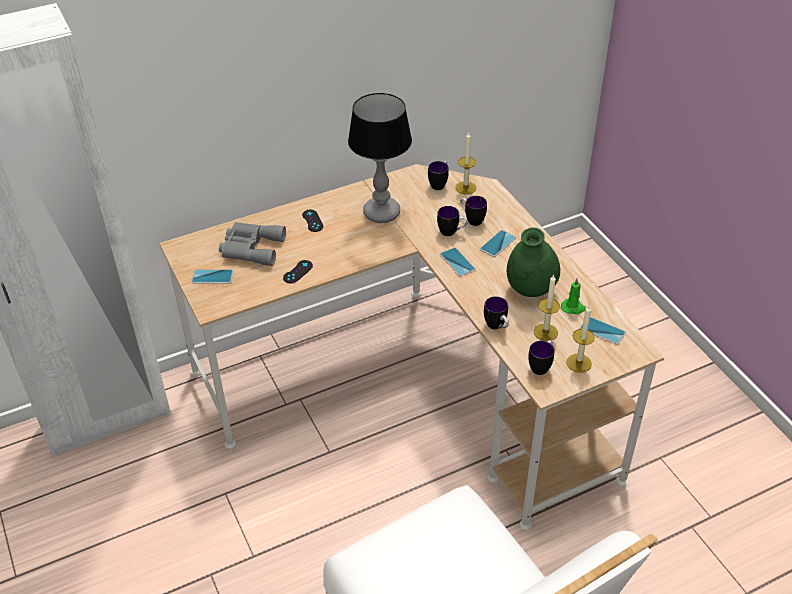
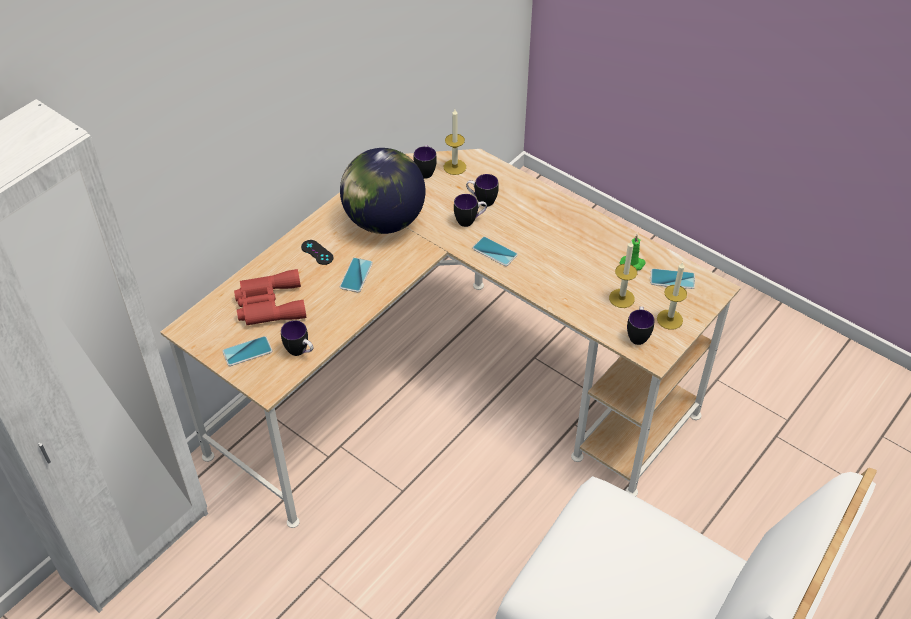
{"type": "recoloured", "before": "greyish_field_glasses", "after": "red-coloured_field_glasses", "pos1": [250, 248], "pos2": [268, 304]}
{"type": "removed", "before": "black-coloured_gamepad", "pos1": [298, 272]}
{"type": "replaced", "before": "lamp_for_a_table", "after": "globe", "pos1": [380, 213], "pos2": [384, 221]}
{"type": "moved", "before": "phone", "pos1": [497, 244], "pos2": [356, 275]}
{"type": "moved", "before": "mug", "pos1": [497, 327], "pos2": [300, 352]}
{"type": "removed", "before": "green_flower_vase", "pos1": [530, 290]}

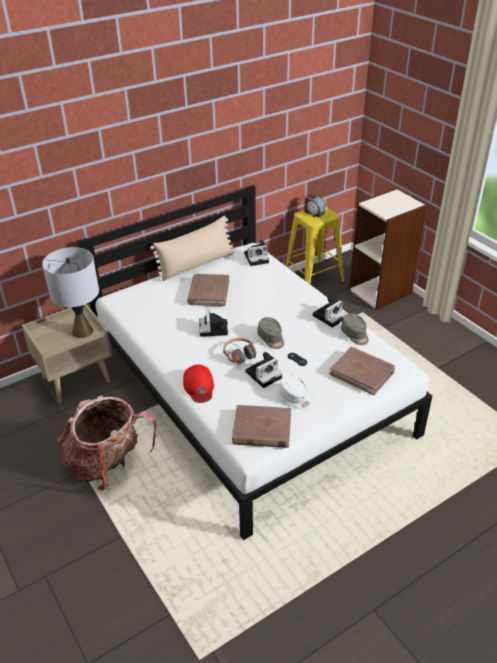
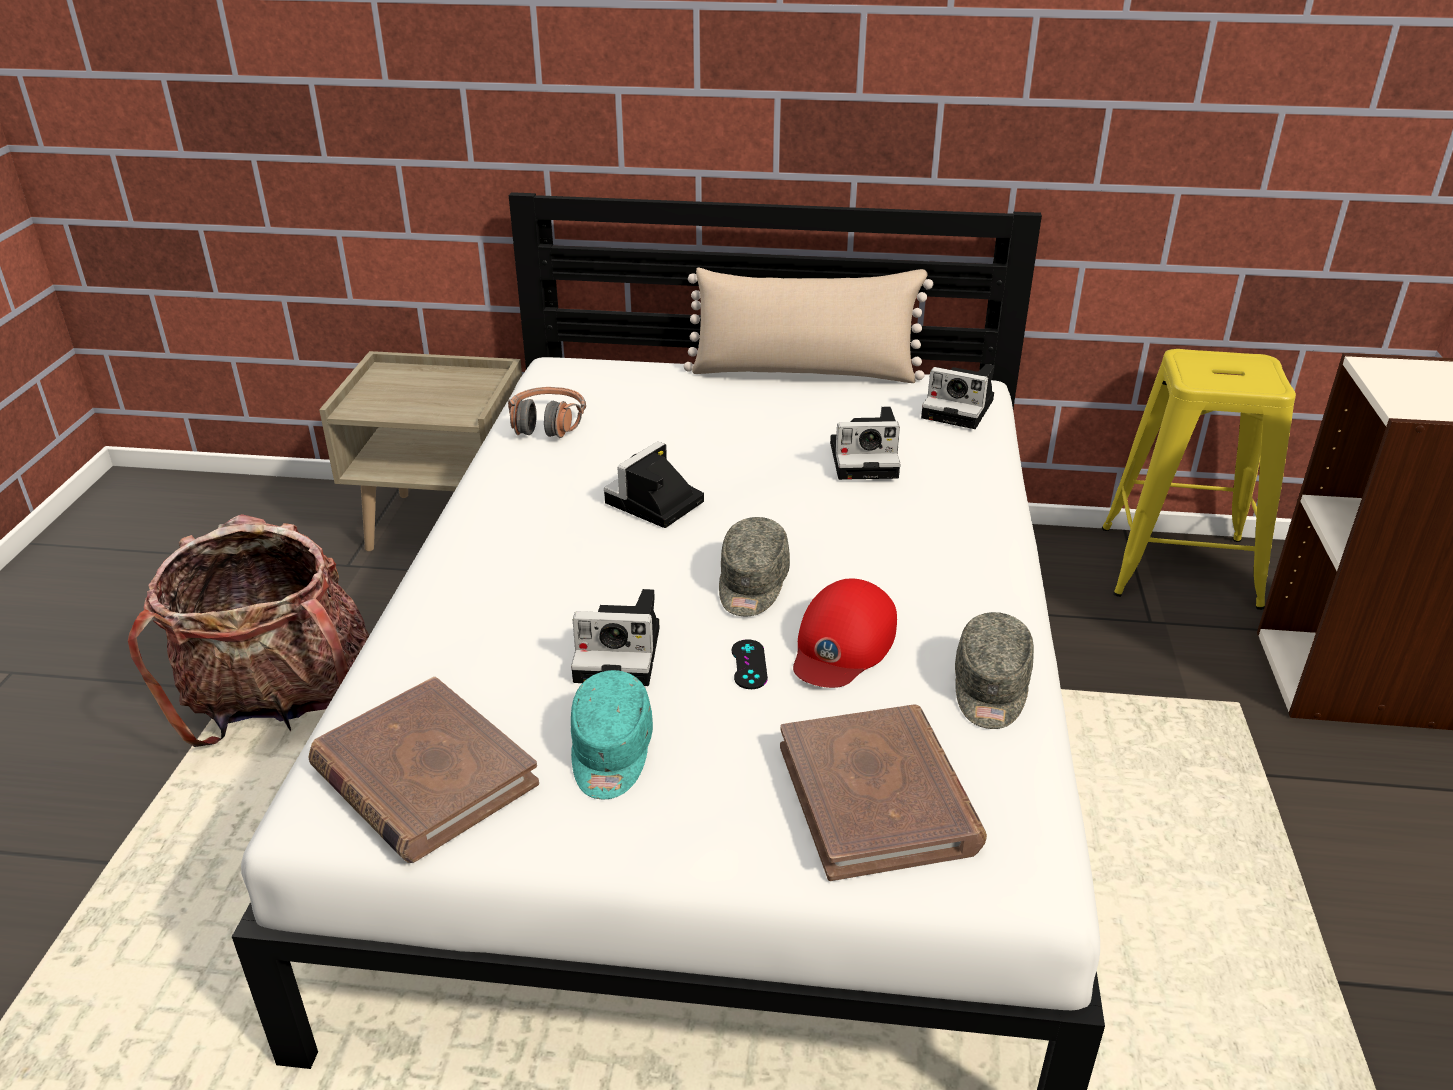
{"type": "removed", "before": "greyish_lamp_for_a_table", "pos1": [82, 331]}
{"type": "moved", "before": "red-coloured_cap", "pos1": [199, 386], "pos2": [842, 644]}
{"type": "removed", "before": "brownish_book", "pos1": [208, 292]}
{"type": "moved", "before": "headset", "pos1": [239, 355], "pos2": [547, 424]}
{"type": "recoloured", "before": "white_cap", "after": "turquoise-coloured_cap", "pos1": [295, 398], "pos2": [610, 753]}
{"type": "removed", "before": "alarm_clock", "pos1": [313, 212]}
{"type": "moved", "before": "still_camera", "pos1": [330, 316], "pos2": [867, 459]}

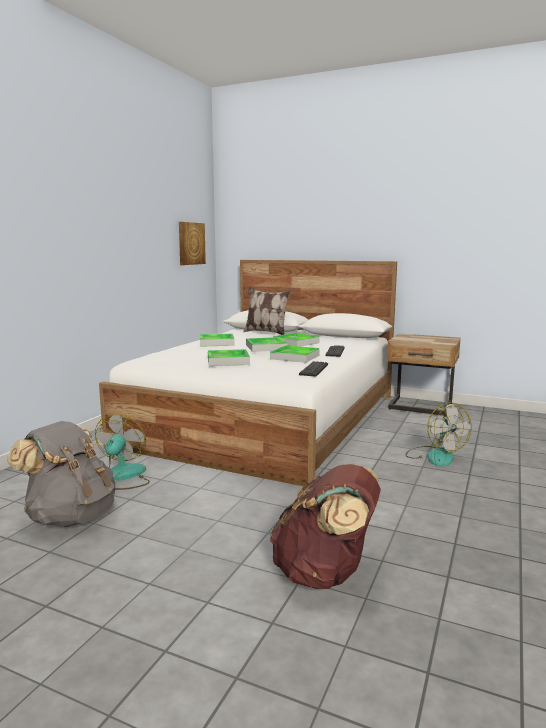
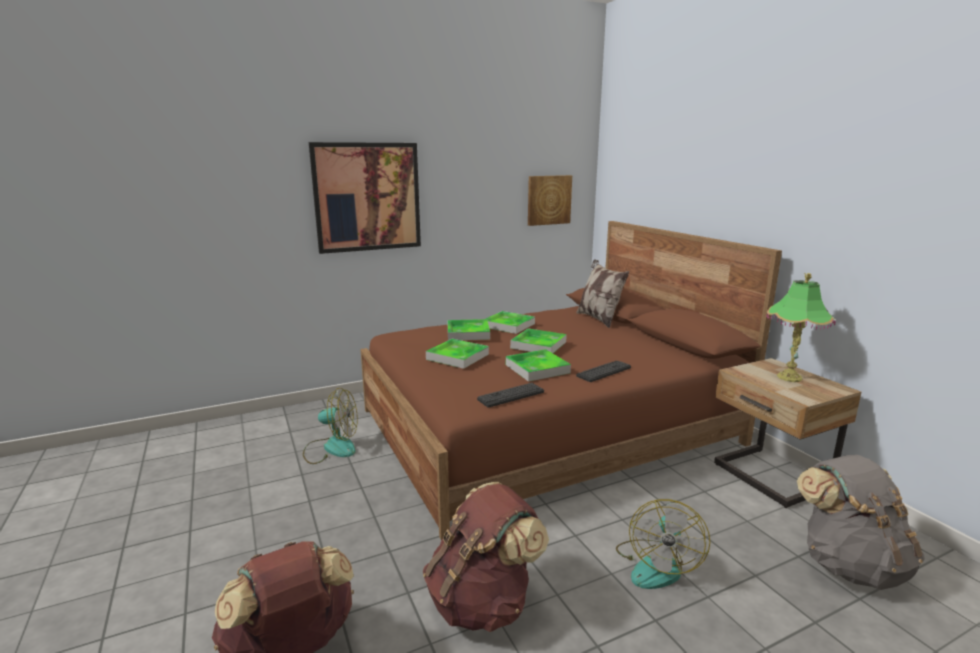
{"type": "moved", "before": "greyish_backpack", "pos1": [71, 516], "pos2": [849, 564]}
{"type": "turned", "before": "fan", "pos1": [122, 477], "pos2": [331, 448], "turn": 45}
{"type": "recoloured", "before": "white_bed", "after": "brownish_bed", "pos1": [269, 419], "pos2": [547, 427]}
{"type": "moved", "before": "tray", "pos1": [296, 342], "pos2": [468, 333]}
{"type": "added", "after": "wall_art", "pos2": [367, 197]}
{"type": "added", "after": "brownish_backpack", "pos2": [483, 602]}
{"type": "added", "after": "lamp_for_a_table", "pos2": [789, 377]}

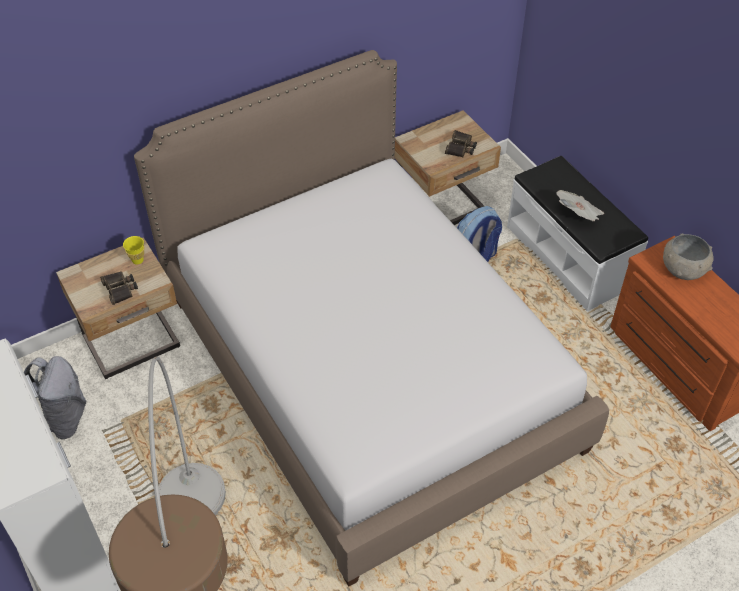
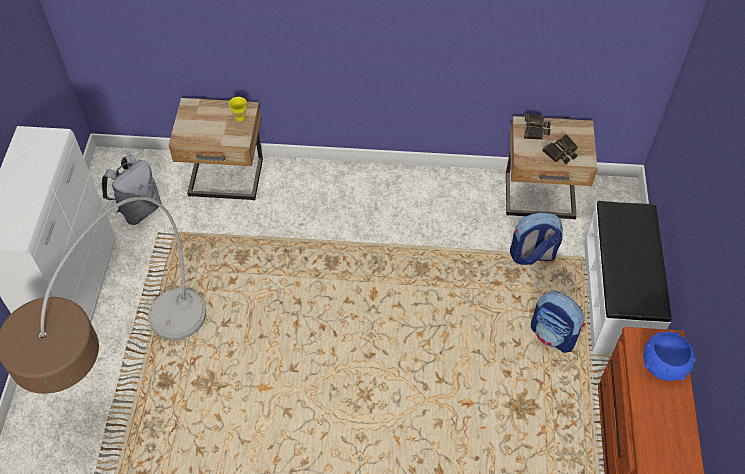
{"type": "moved", "before": "field_glasses", "pos1": [120, 289], "pos2": [536, 129]}
{"type": "removed", "before": "bed", "pos1": [369, 372]}
{"type": "removed", "before": "daily_paper", "pos1": [578, 215]}
{"type": "recoloured", "before": "greyish_deep_dish", "after": "blue-coloured_deep_dish", "pos1": [683, 269], "pos2": [663, 365]}
{"type": "added", "after": "backpack", "pos2": [553, 335]}

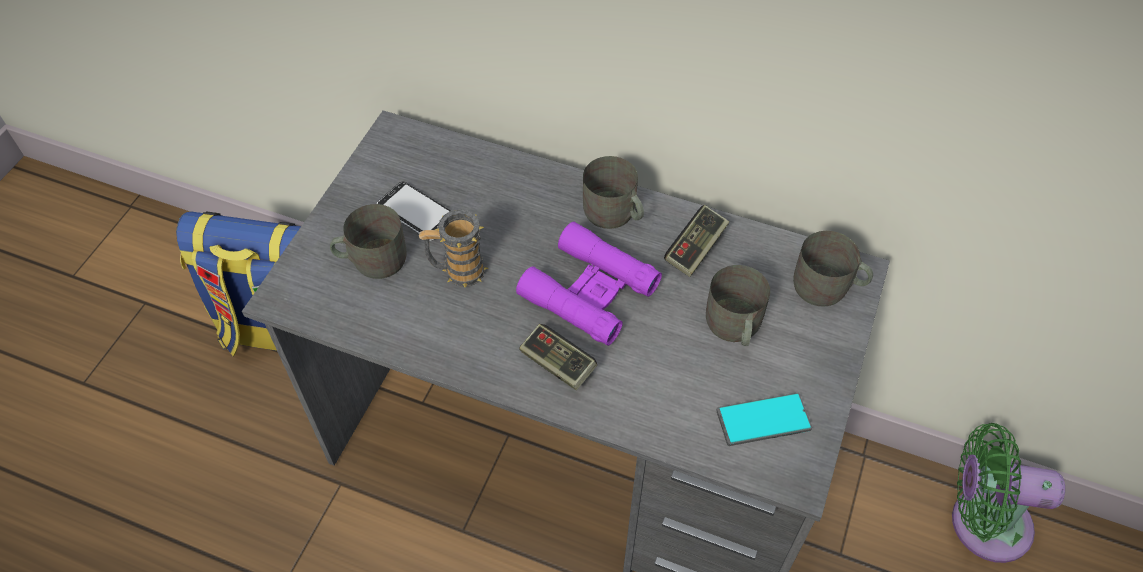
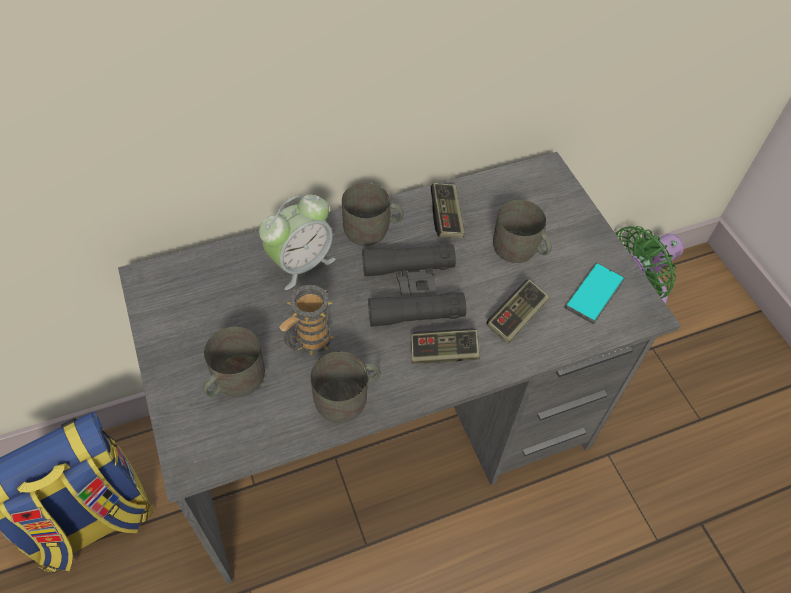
{"type": "removed", "before": "phone", "pos1": [416, 213]}
{"type": "recoloured", "before": "purplish_field_glasses", "after": "black-coloured_field_glasses", "pos1": [589, 291], "pos2": [412, 291]}
{"type": "moved", "before": "greyish_mug", "pos1": [828, 288], "pos2": [348, 398]}
{"type": "added", "after": "alarm_clock", "pos2": [301, 264]}
{"type": "added", "after": "gamepad", "pos2": [516, 317]}

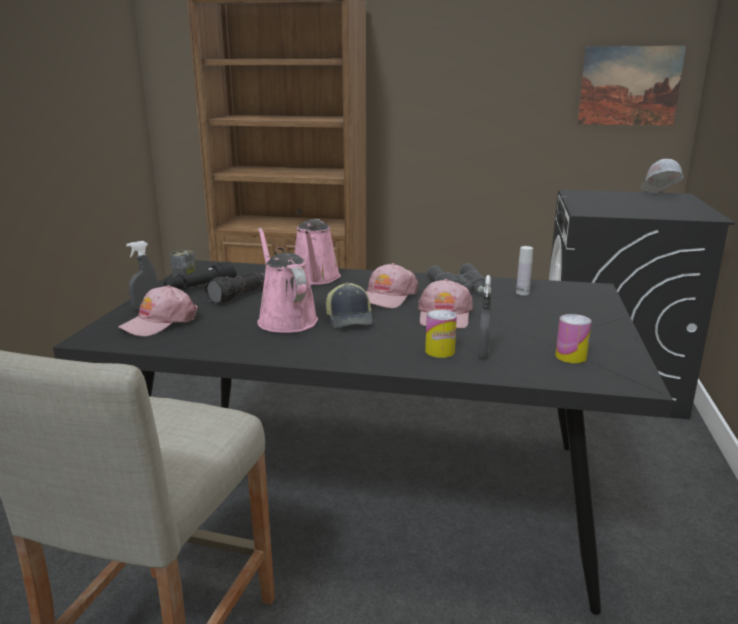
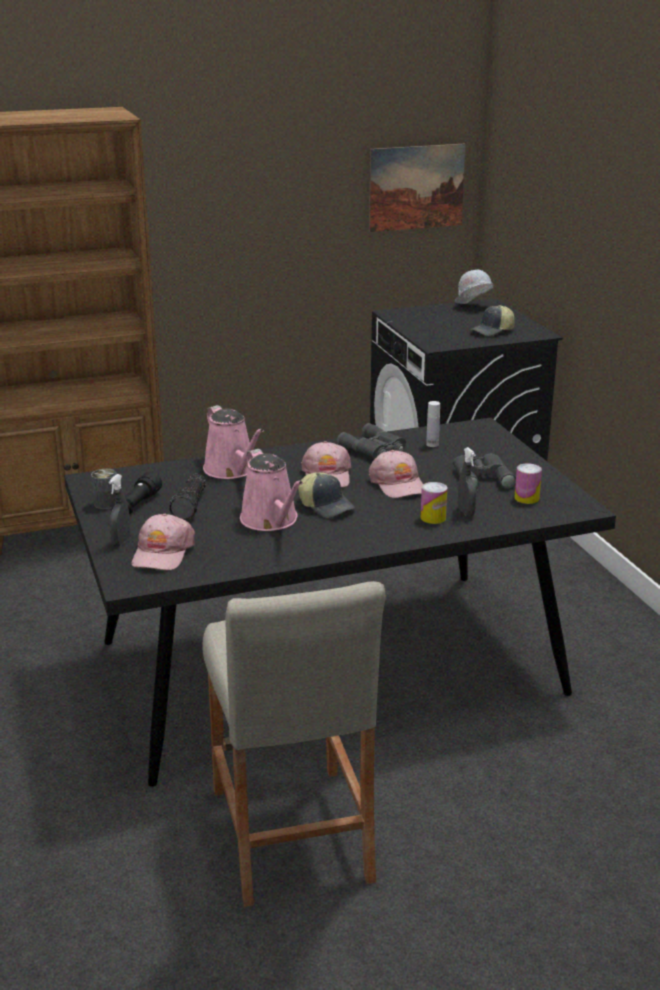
{"type": "turned", "before": "pink_watering_pot", "pos1": [285, 319], "pos2": [271, 520], "turn": -150}
{"type": "added", "after": "greyish_field_glasses", "pos2": [481, 477]}
{"type": "added", "after": "cap", "pos2": [492, 331]}

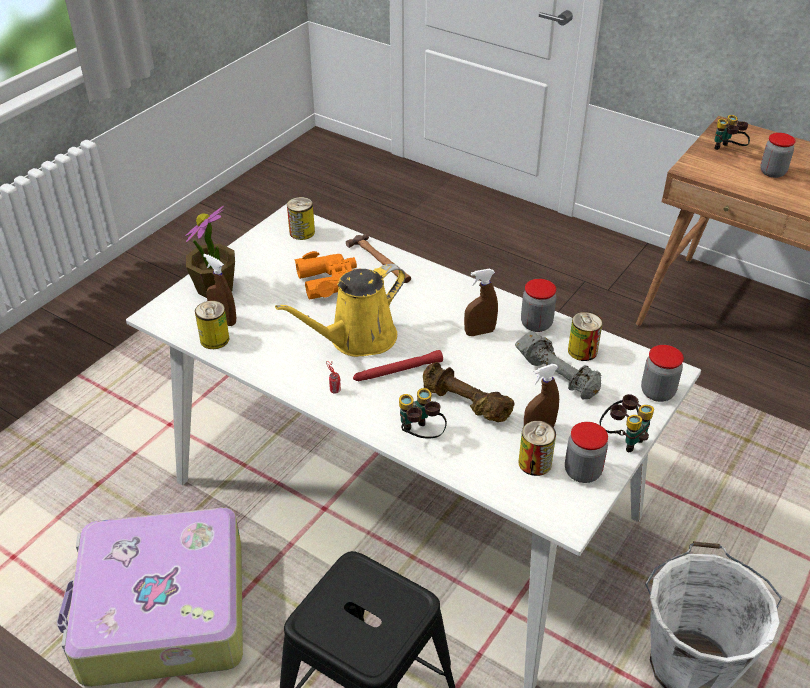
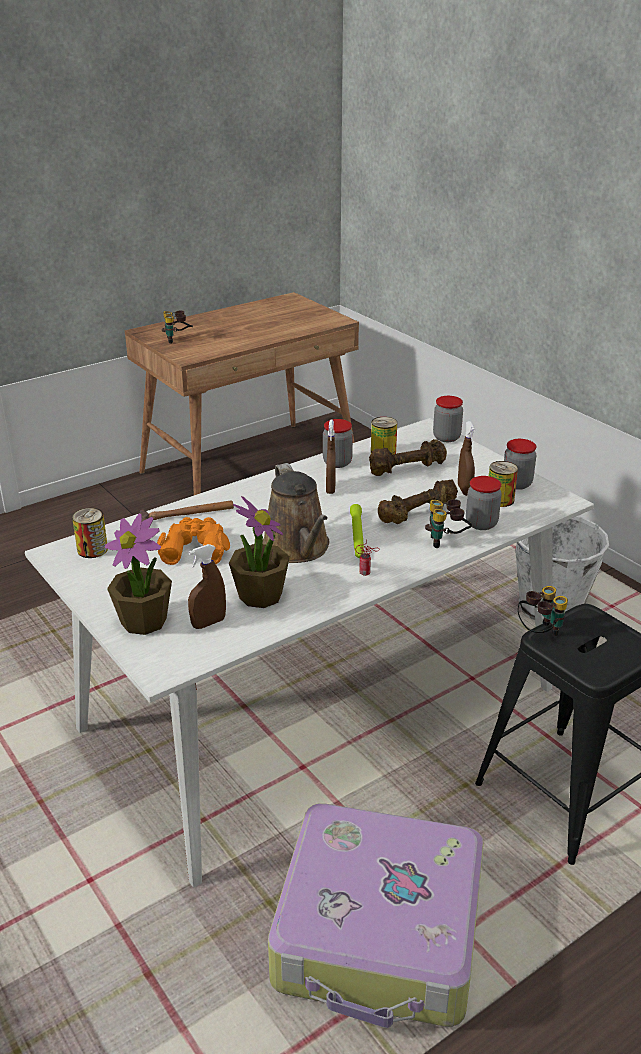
{"type": "removed", "before": "sealed_can", "pos1": [214, 339]}
{"type": "recoloured", "before": "yellow-coloured_watering_pot", "after": "brownish_watering_pot", "pos1": [357, 339], "pos2": [298, 548]}
{"type": "recoloured", "before": "red-coloured_flashlight", "after": "green_flashlight", "pos1": [397, 371], "pos2": [357, 536]}
{"type": "recoloured", "before": "greyish_hand_weight", "after": "brownish_hand_weight", "pos1": [558, 376], "pos2": [406, 468]}
{"type": "moved", "before": "field_glasses", "pos1": [623, 438], "pos2": [539, 632]}
{"type": "moved", "before": "jar", "pos1": [772, 172], "pos2": [481, 524]}
{"type": "added", "after": "houseplant", "pos2": [260, 595]}

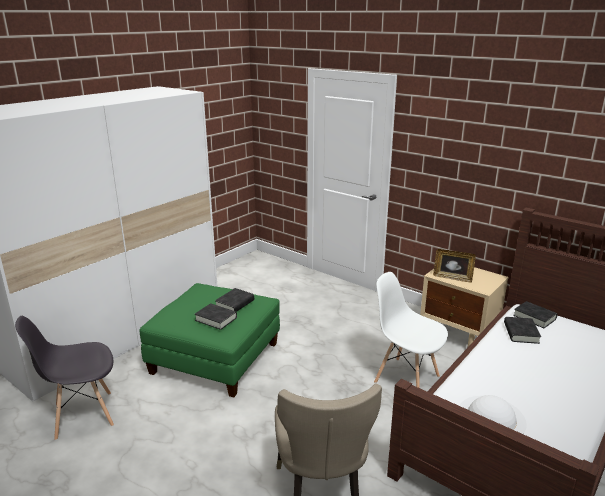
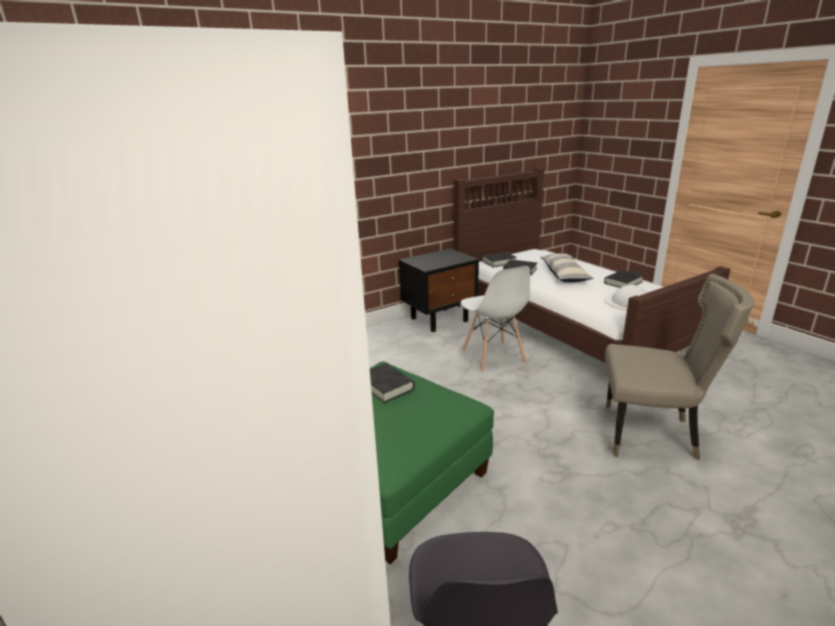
{"type": "moved", "before": "black-coloured_book", "pos1": [216, 319], "pos2": [623, 282]}
{"type": "turned", "before": "white_plain_chair", "pos1": [406, 379], "pos2": [493, 357], "turn": -75}
{"type": "recoloured", "before": "sand-coloured_nightstand", "after": "black-coloured_nightstand", "pos1": [459, 335], "pos2": [440, 319]}
{"type": "removed", "before": "standing_frame", "pos1": [452, 278]}
{"type": "added", "after": "pillow", "pos2": [564, 275]}

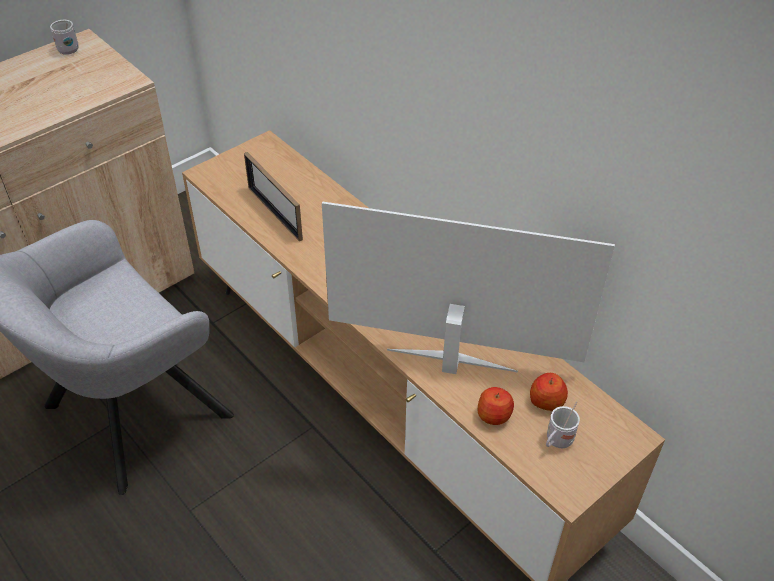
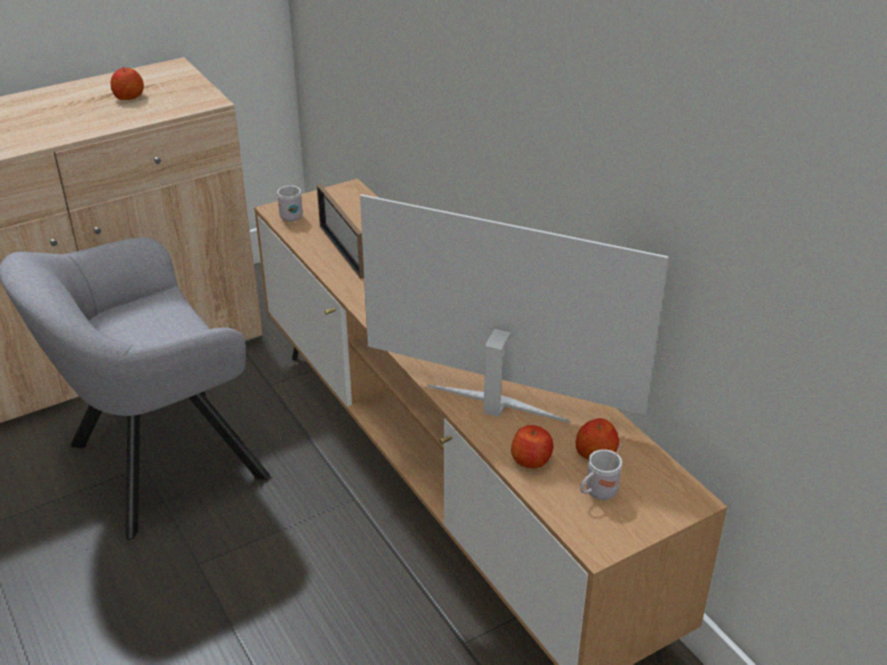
{"type": "moved", "before": "white_mug", "pos1": [66, 49], "pos2": [289, 216]}
{"type": "added", "after": "apple", "pos2": [129, 96]}

